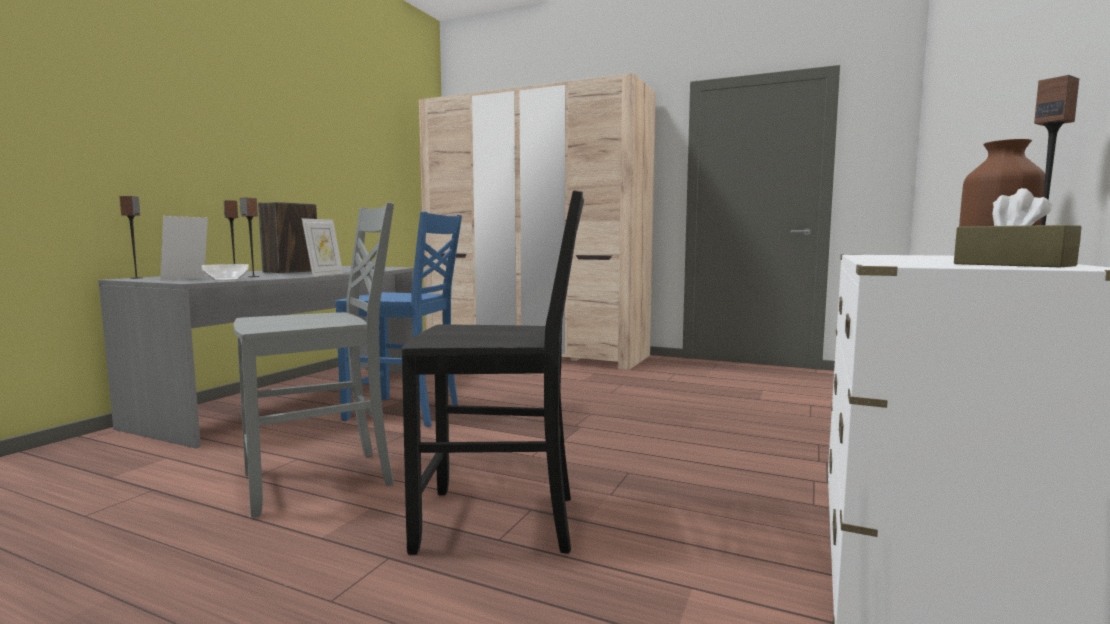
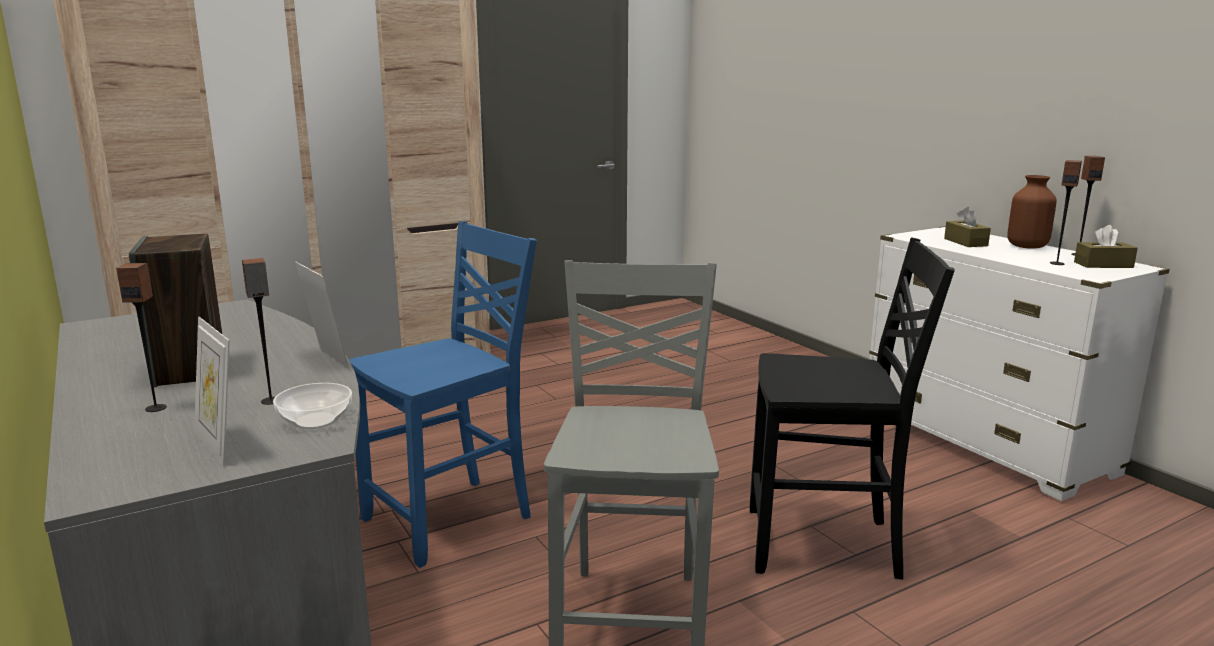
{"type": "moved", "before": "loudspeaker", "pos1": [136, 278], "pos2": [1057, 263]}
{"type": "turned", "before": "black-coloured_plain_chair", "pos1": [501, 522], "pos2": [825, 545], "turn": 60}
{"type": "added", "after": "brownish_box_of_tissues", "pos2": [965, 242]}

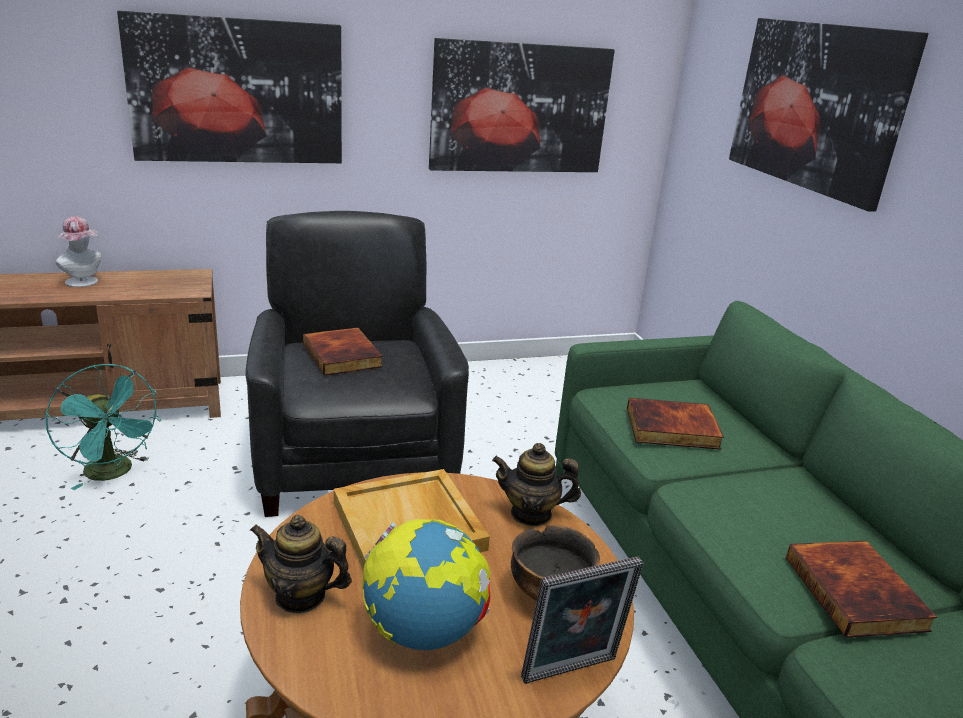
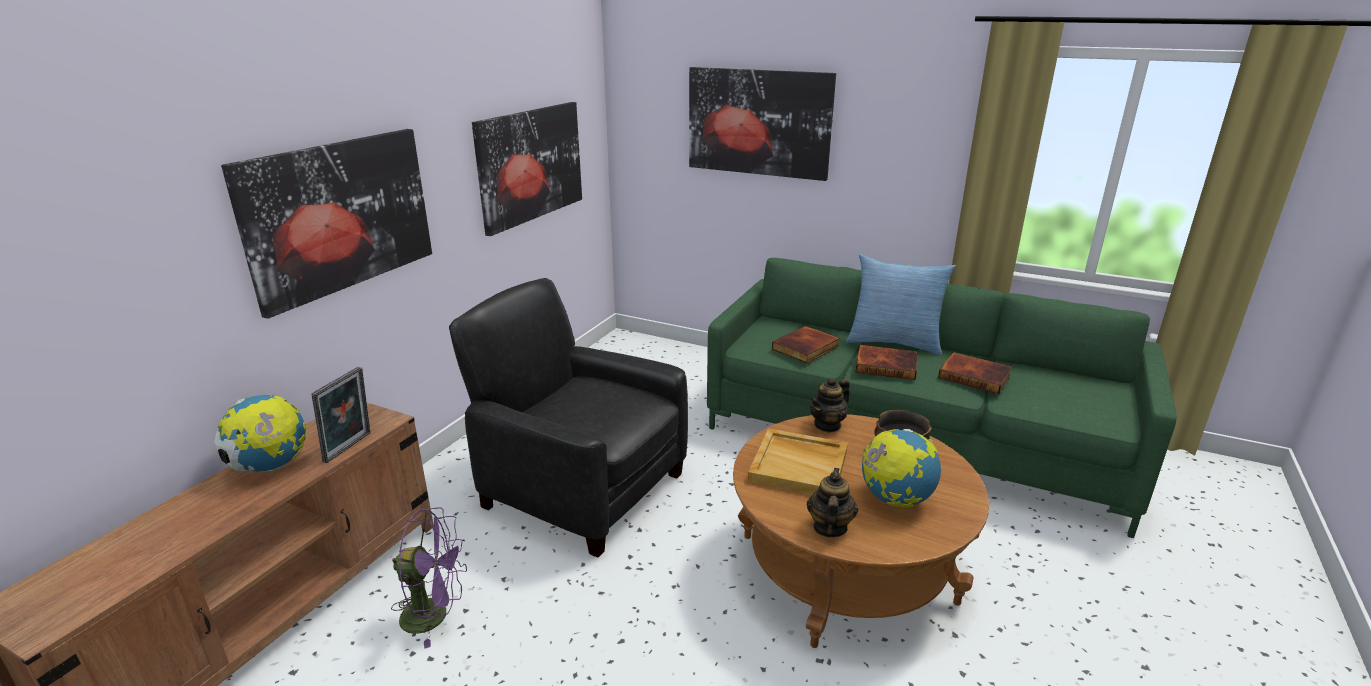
{"type": "recoloured", "before": "turquoise-coloured_fan", "after": "purplish_fan", "pos1": [114, 473], "pos2": [435, 615]}
{"type": "replaced", "before": "wearable_hat", "after": "globe", "pos1": [84, 283], "pos2": [271, 466]}
{"type": "turned", "before": "tea_pot", "pos1": [300, 596], "pos2": [829, 527], "turn": 135}
{"type": "moved", "before": "book", "pos1": [344, 355], "pos2": [886, 365]}
{"type": "moved", "before": "standing_frame", "pos1": [572, 673], "pos2": [350, 448]}
{"type": "added", "after": "pillow", "pos2": [894, 342]}

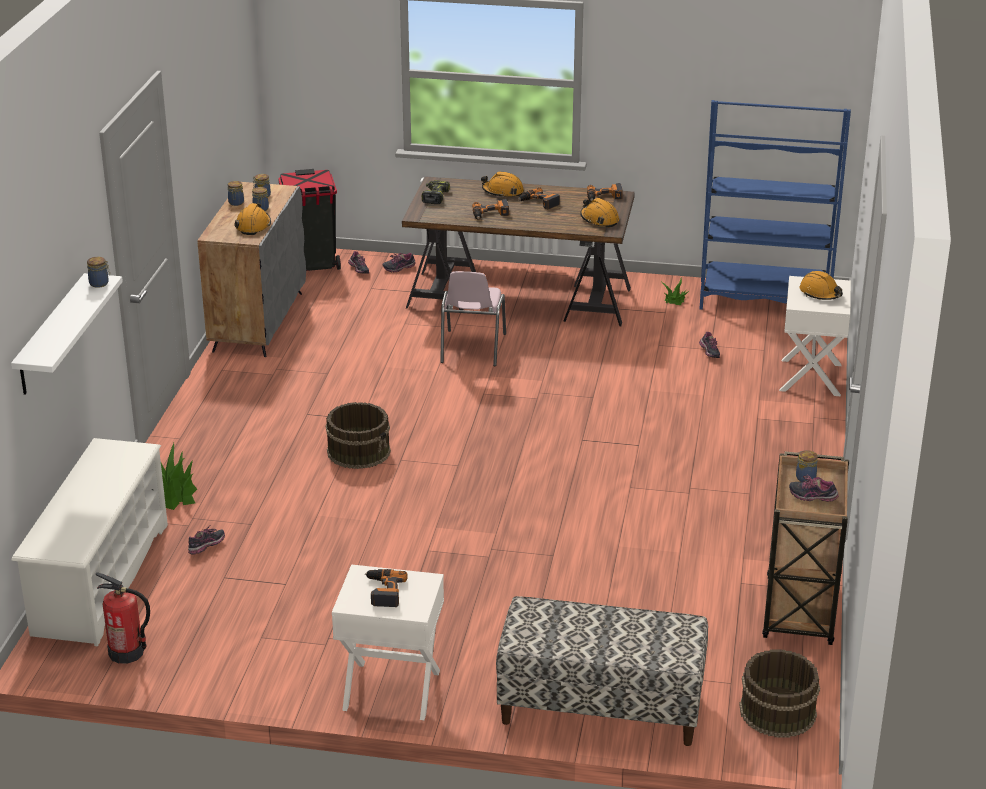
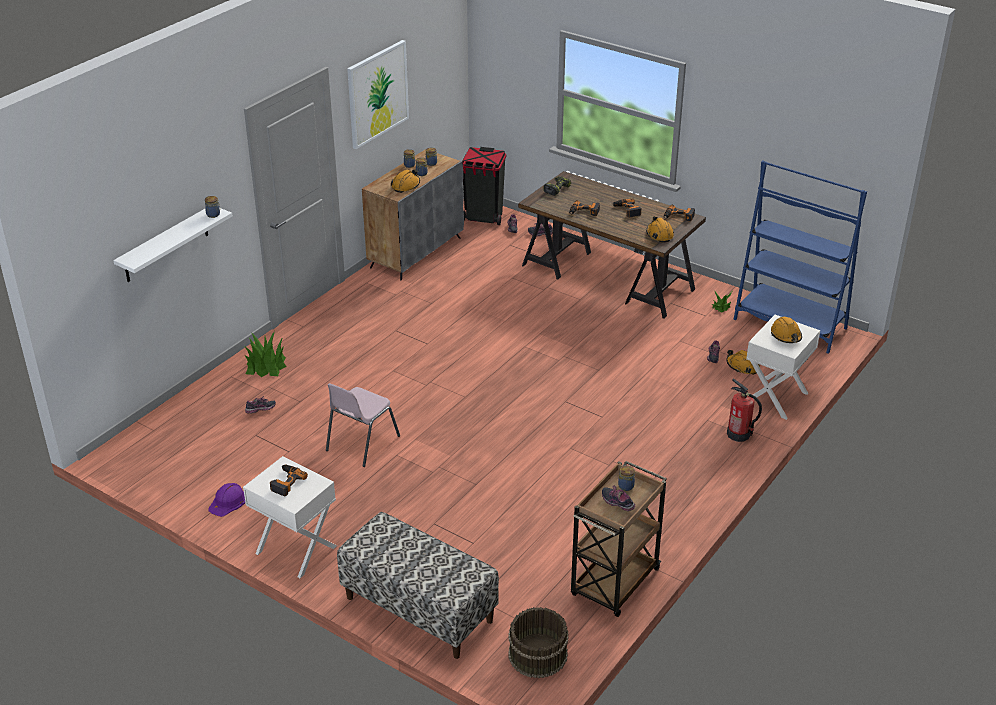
{"type": "removed", "before": "white_shoe_shelf", "pos1": [100, 578]}
{"type": "moved", "before": "fire-fighting_cylinder", "pos1": [127, 652], "pos2": [739, 434]}
{"type": "removed", "before": "brownish_water_bucket", "pos1": [359, 451]}
{"type": "moved", "before": "pink_plain_chair", "pos1": [472, 349], "pos2": [361, 443]}
{"type": "moved", "before": "orange_work_helmet", "pos1": [503, 192], "pos2": [742, 366]}
{"type": "added", "after": "purplish_work_helmet", "pos2": [228, 502]}
{"type": "added", "after": "wall_art", "pos2": [377, 93]}

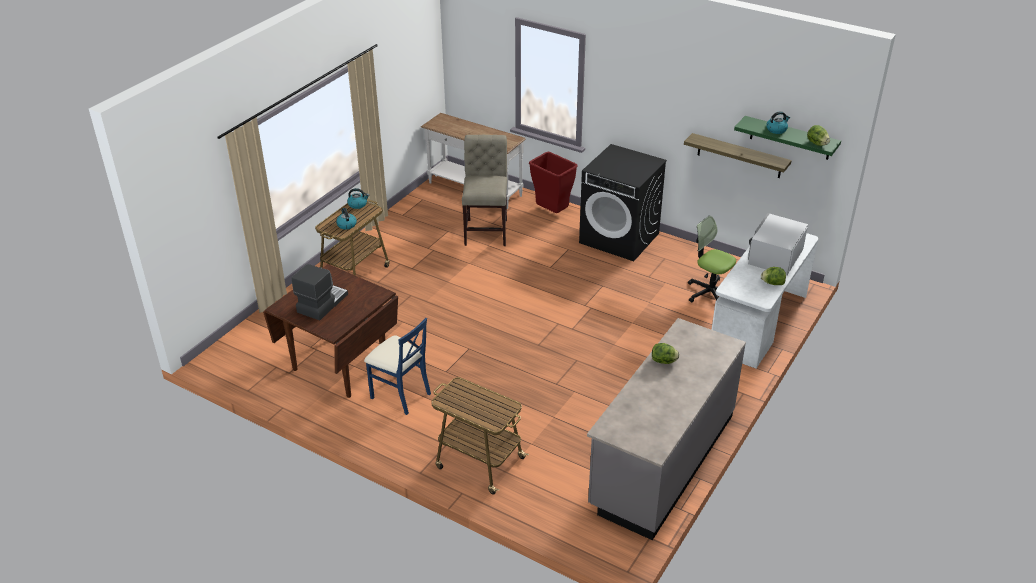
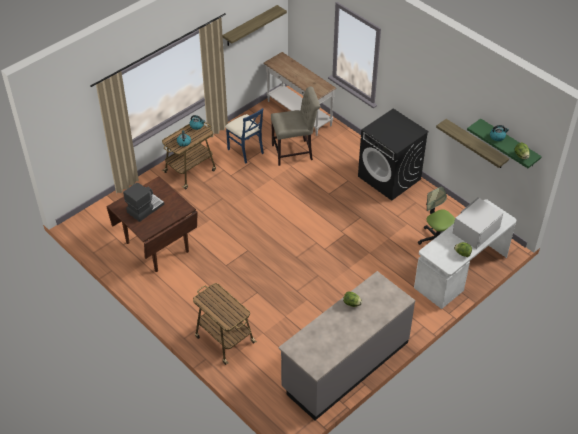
{"type": "moved", "before": "blue-coloured_plain_chair", "pos1": [400, 394], "pos2": [245, 150]}
{"type": "turned", "before": "sand-coloured_plain_chair", "pos1": [486, 230], "pos2": [294, 152], "turn": 60}
{"type": "removed", "before": "red-coloured_waste_bin", "pos1": [552, 212]}
{"type": "added", "after": "bracket_shelf", "pos2": [250, 26]}

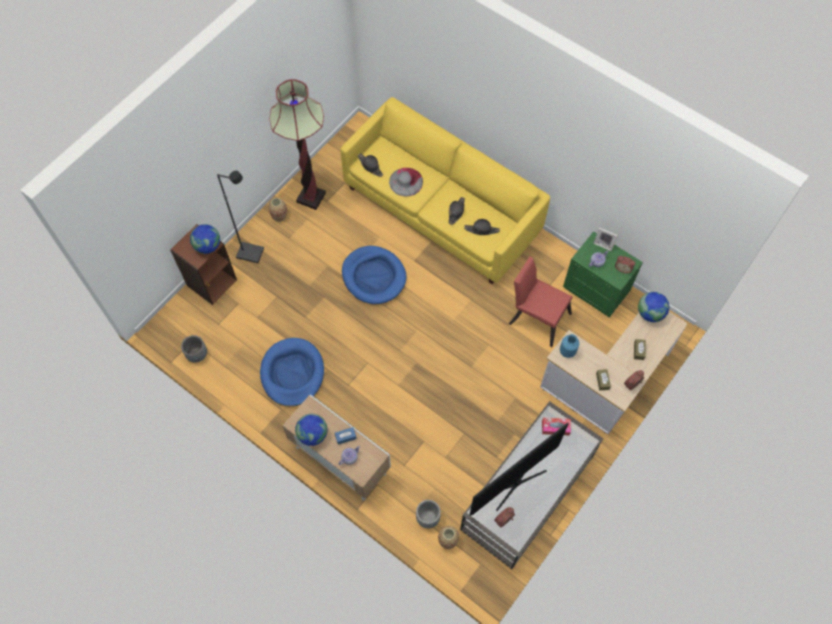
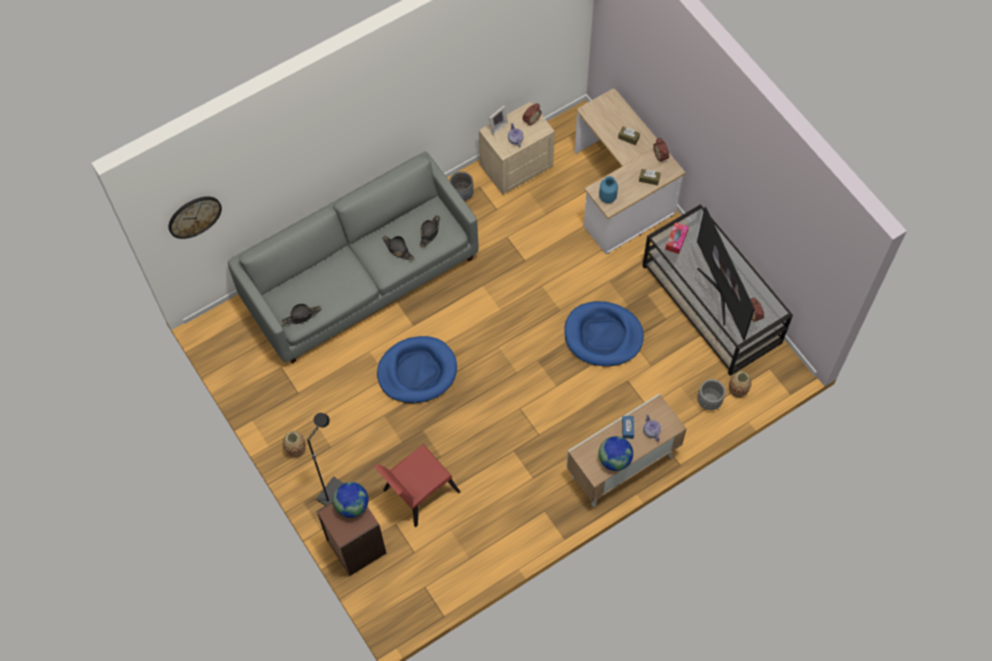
{"type": "moved", "before": "greyish_plant_pot", "pos1": [197, 354], "pos2": [461, 194]}
{"type": "moved", "before": "blue-coloured_pet_bed", "pos1": [292, 373], "pos2": [603, 336]}
{"type": "removed", "before": "floor_lamp", "pos1": [311, 197]}
{"type": "recoloured", "before": "yellow-coloured_sofa", "after": "greyish_sofa", "pos1": [442, 210], "pos2": [361, 278]}
{"type": "removed", "before": "greyish_wearable_hat", "pos1": [406, 181]}
{"type": "moved", "before": "red-coloured_plain_chair", "pos1": [536, 316], "pos2": [417, 493]}
{"type": "recoloured", "before": "green_nightstand", "after": "sand-coloured_nightstand", "pos1": [596, 289], "pos2": [516, 166]}
{"type": "removed", "before": "globe", "pos1": [650, 313]}
{"type": "added", "after": "hanging_clock", "pos2": [194, 216]}

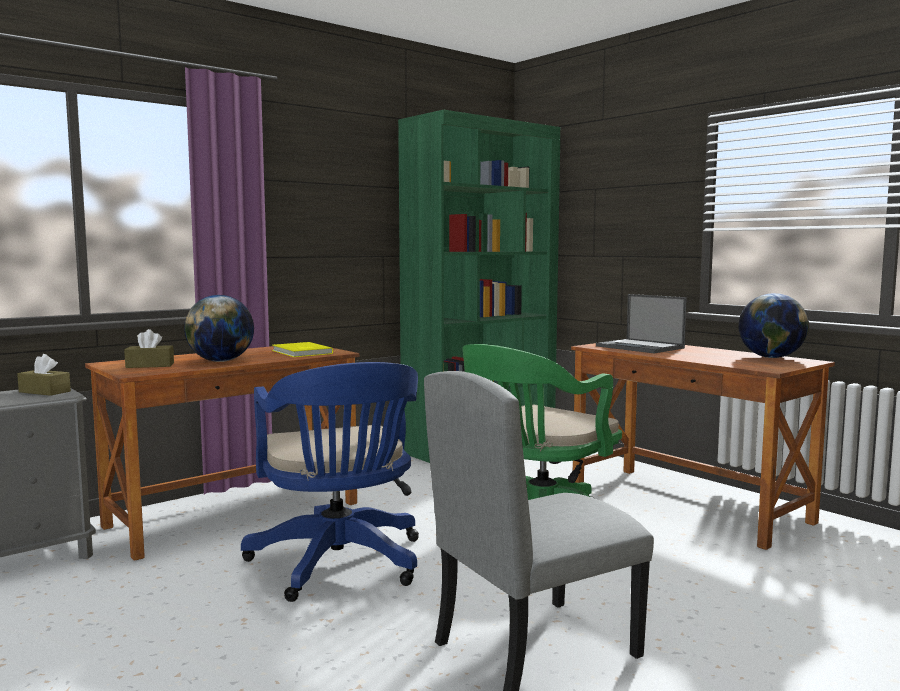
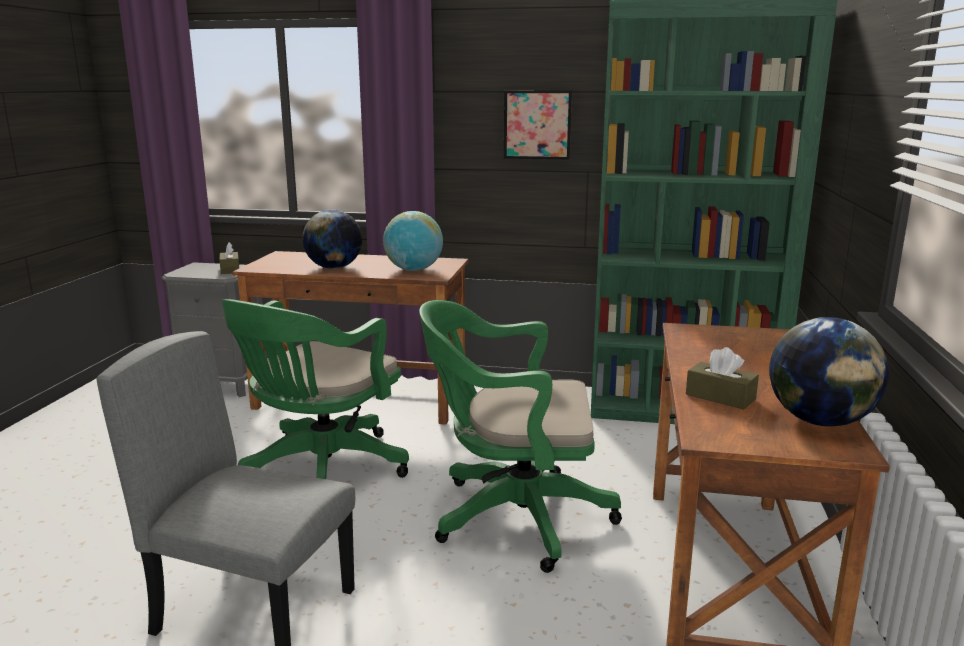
{"type": "moved", "before": "brownish_box_of_tissues", "pos1": [150, 365], "pos2": [720, 397]}
{"type": "recoloured", "before": "blue-coloured_computer_chair", "after": "green_computer_chair", "pos1": [340, 565], "pos2": [320, 471]}
{"type": "replaced", "before": "yellow-coloured_book", "after": "globe", "pos1": [300, 352], "pos2": [414, 270]}
{"type": "removed", "before": "portable_computer", "pos1": [641, 347]}
{"type": "added", "after": "wall_art", "pos2": [537, 124]}

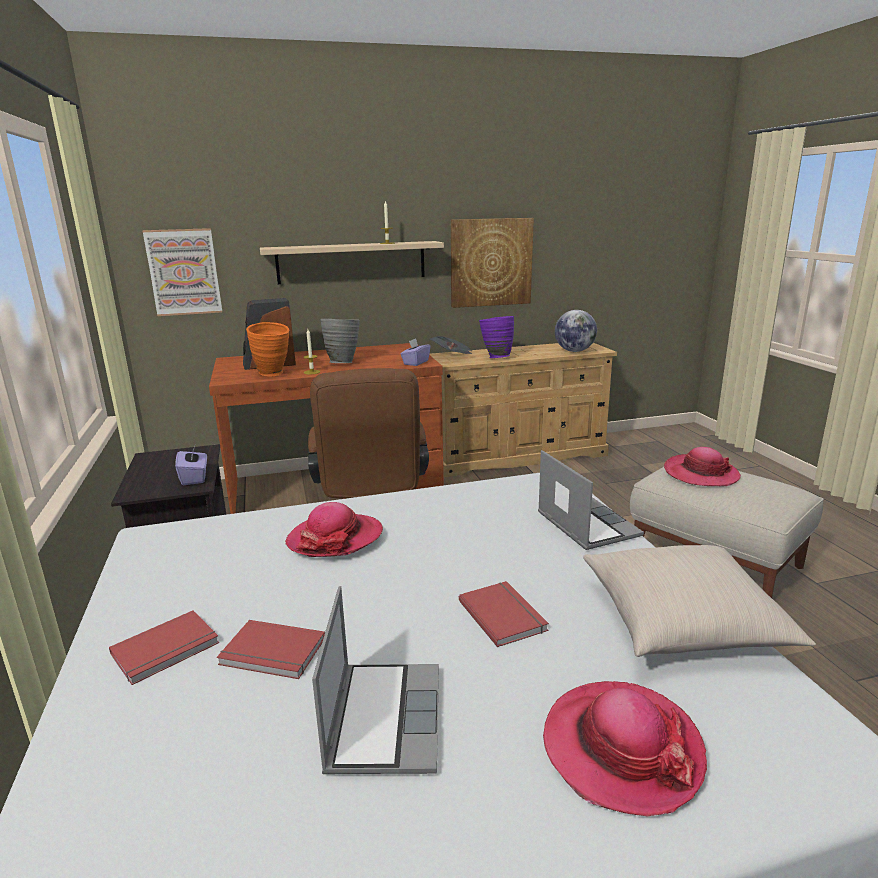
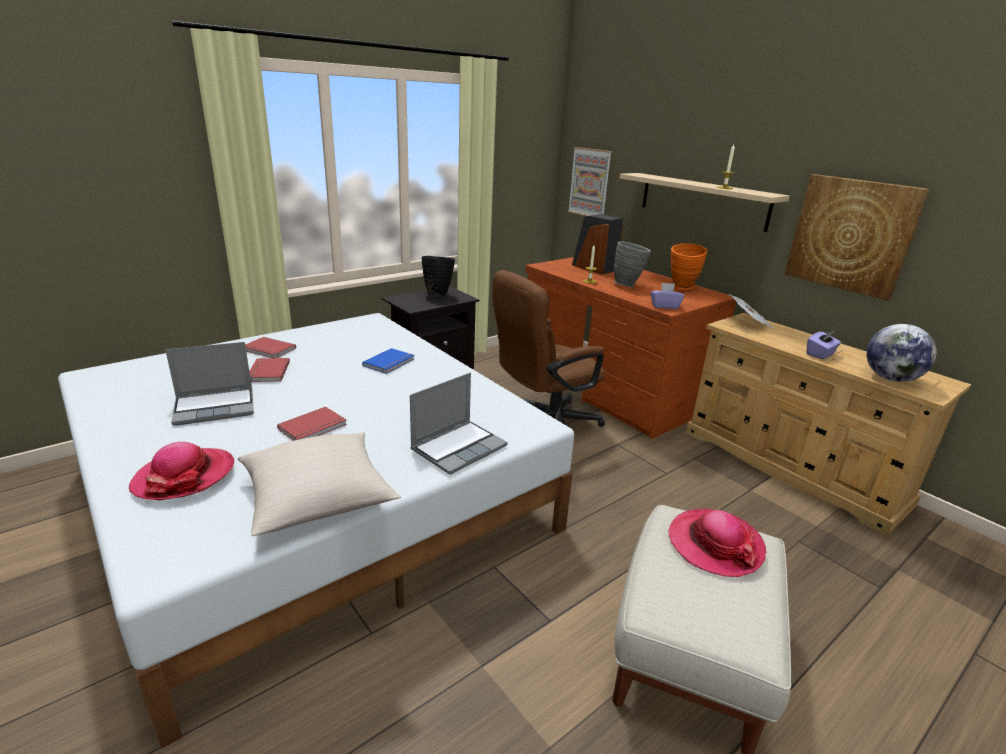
{"type": "moved", "before": "purplish_box_of_tissues", "pos1": [194, 478], "pos2": [820, 354]}
{"type": "moved", "before": "orange_flower_vase", "pos1": [273, 374], "pos2": [682, 288]}
{"type": "replaced", "before": "wearable_hat", "after": "blue-coloured_book", "pos1": [335, 538], "pos2": [390, 363]}
{"type": "removed", "before": "purplish_flower_vase", "pos1": [495, 357]}
{"type": "added", "after": "black-coloured_flower_vase", "pos2": [438, 294]}

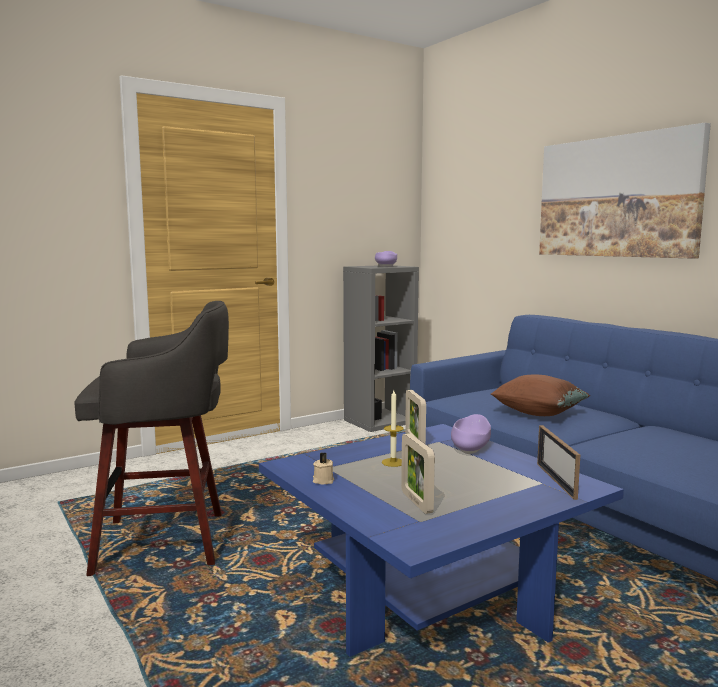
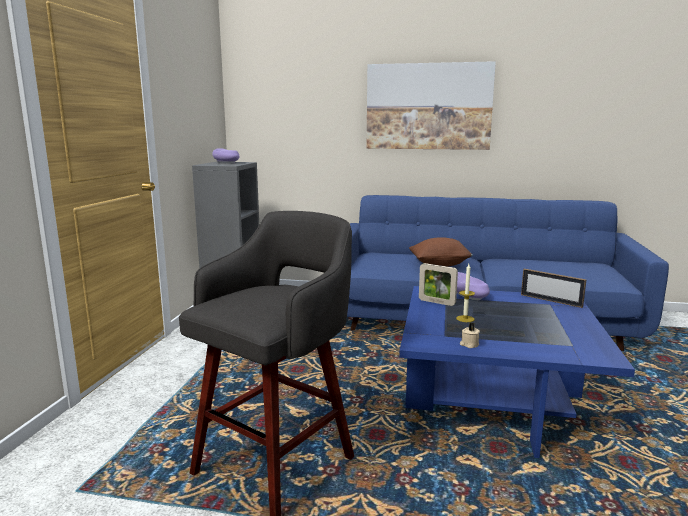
{"type": "removed", "before": "standing_frame", "pos1": [416, 502]}

